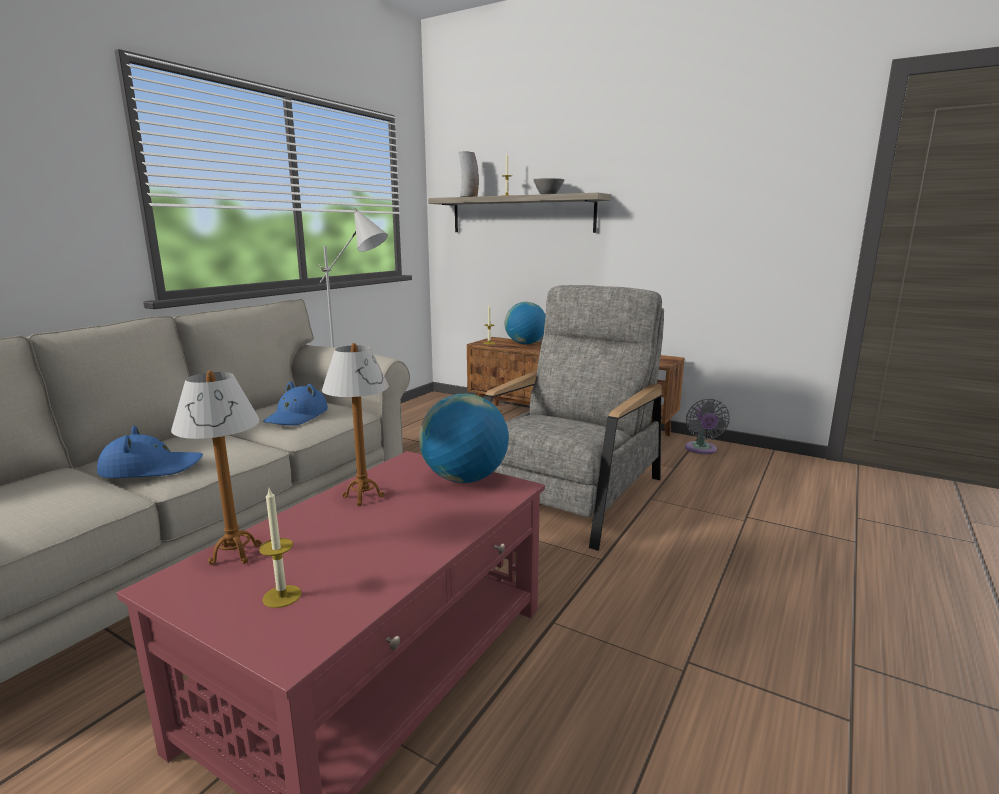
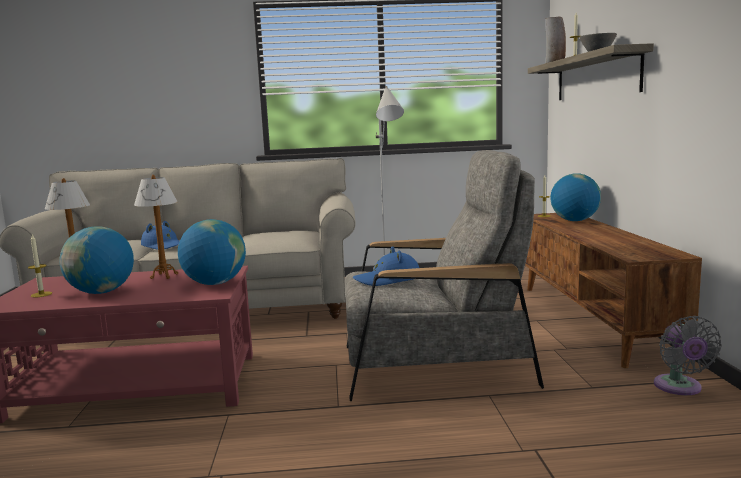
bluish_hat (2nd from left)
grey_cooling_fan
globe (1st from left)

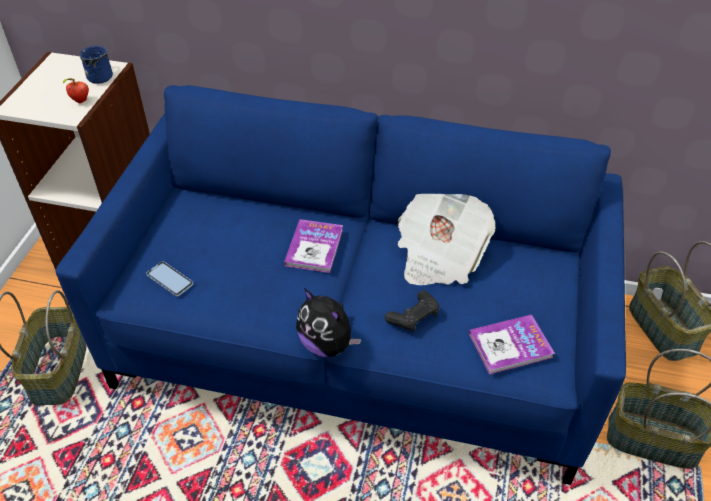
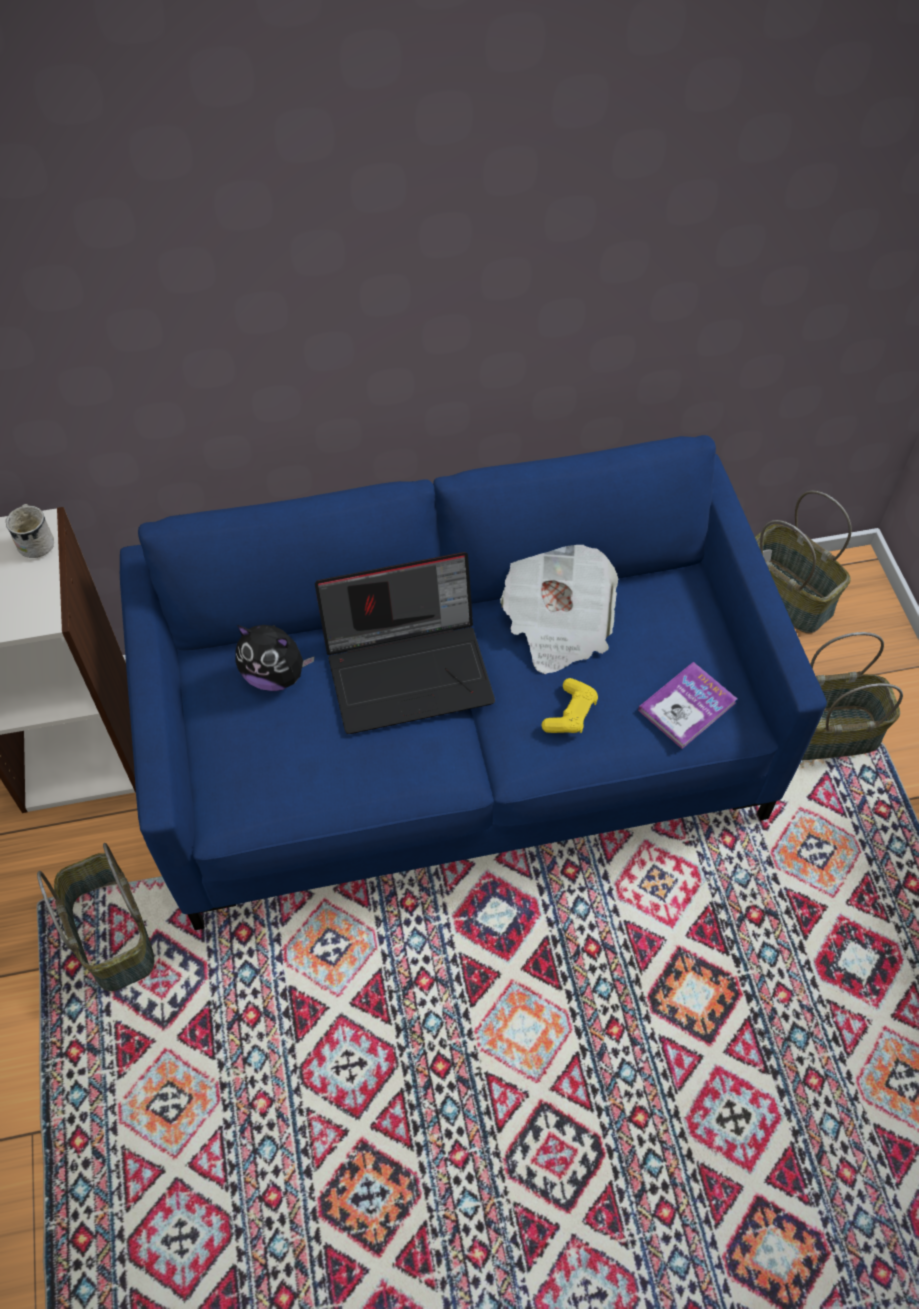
apple
white_mug
telephone
laptop
cuddly_toy
yellowish_game_controller

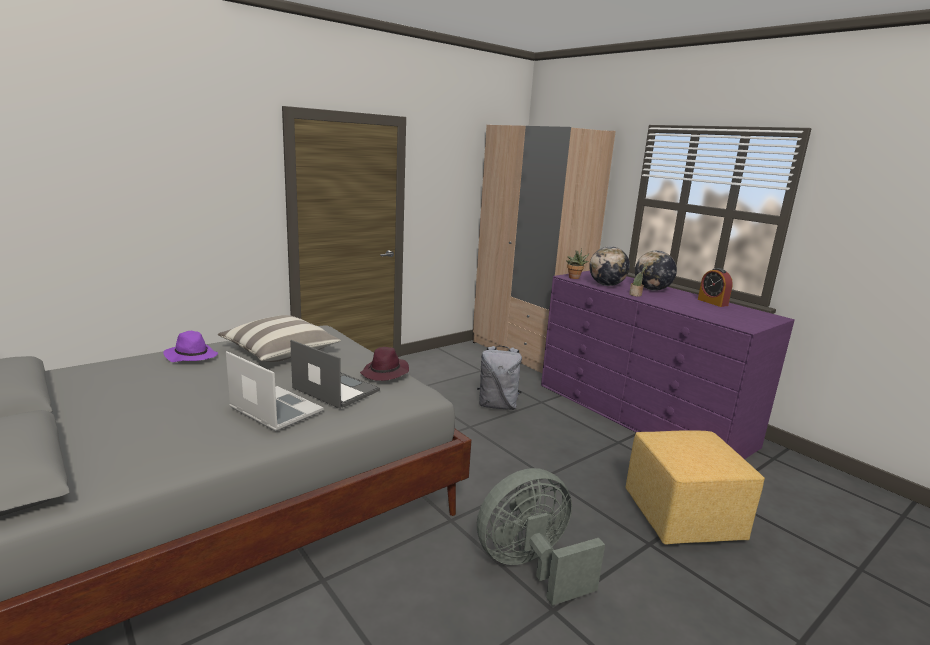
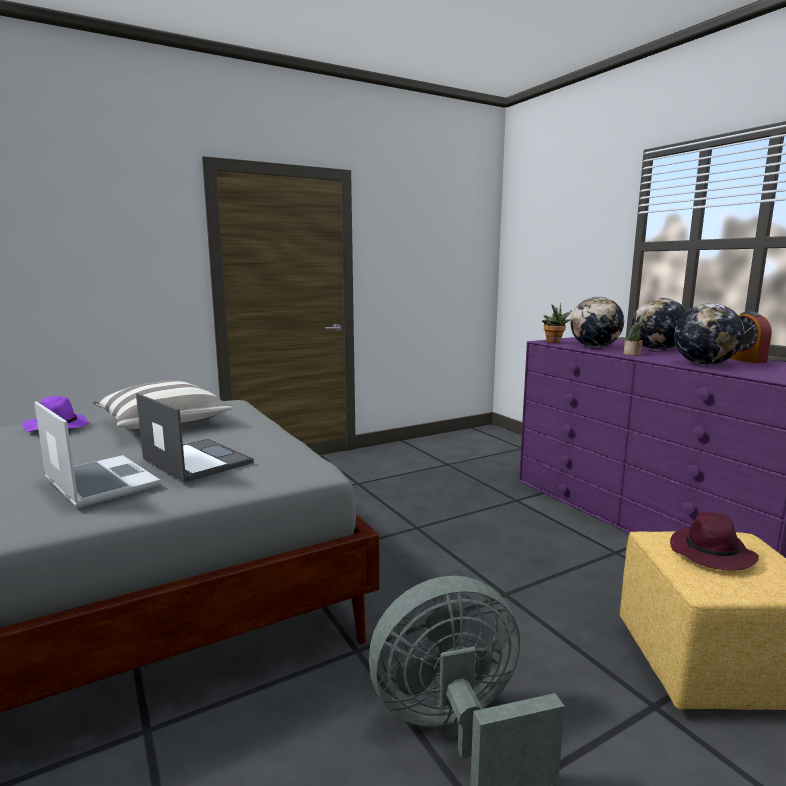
purple_hat (2nd from left)
sand-coloured_clothes_cupboard
grey_rucksack
globe (3rd from left)

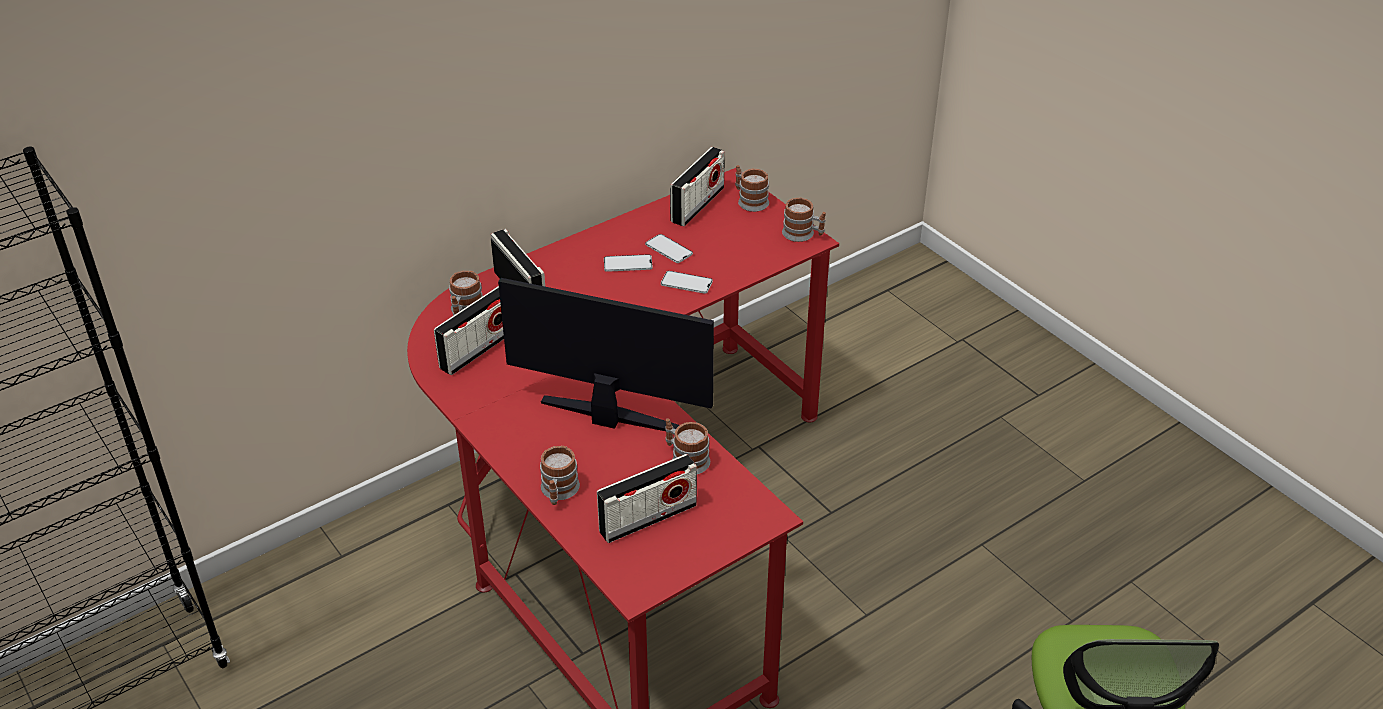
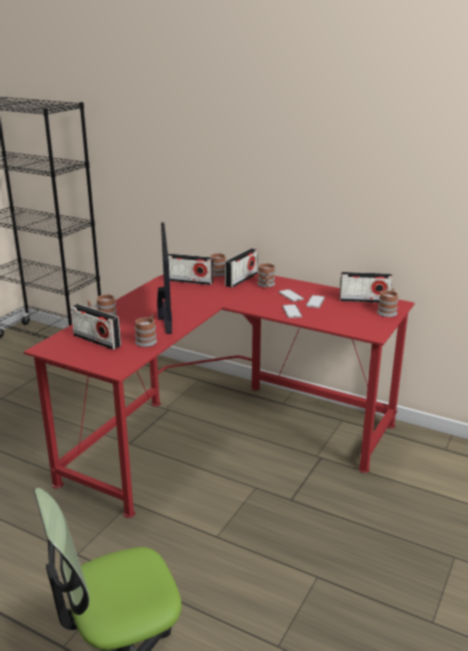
mug (4th from left)

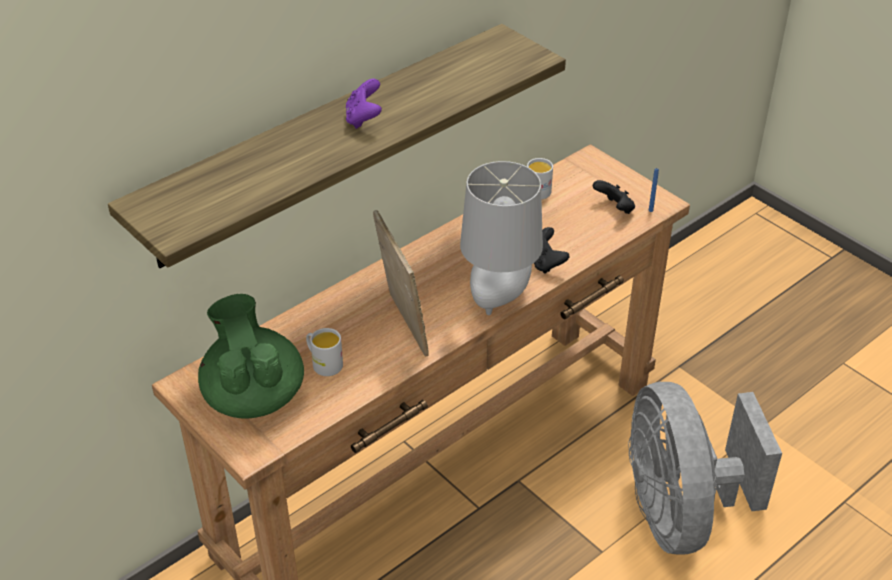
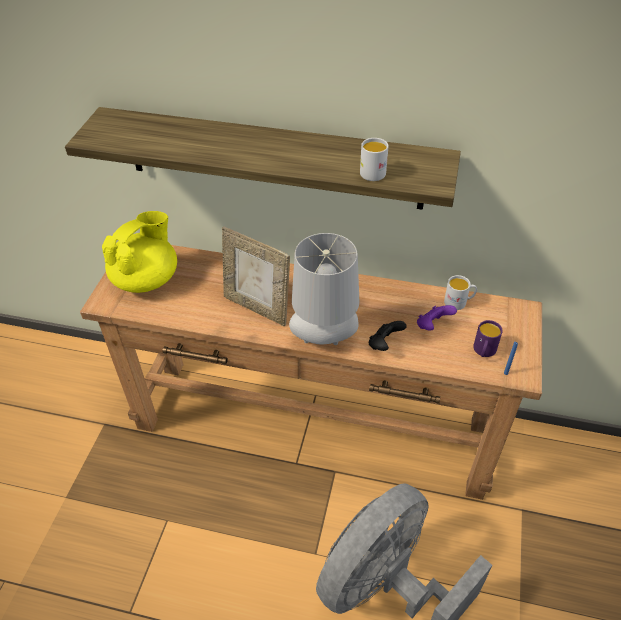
yellowish_teapot
white_mug (1st from left)
purple_game_controller
photo_frame
purple_mug

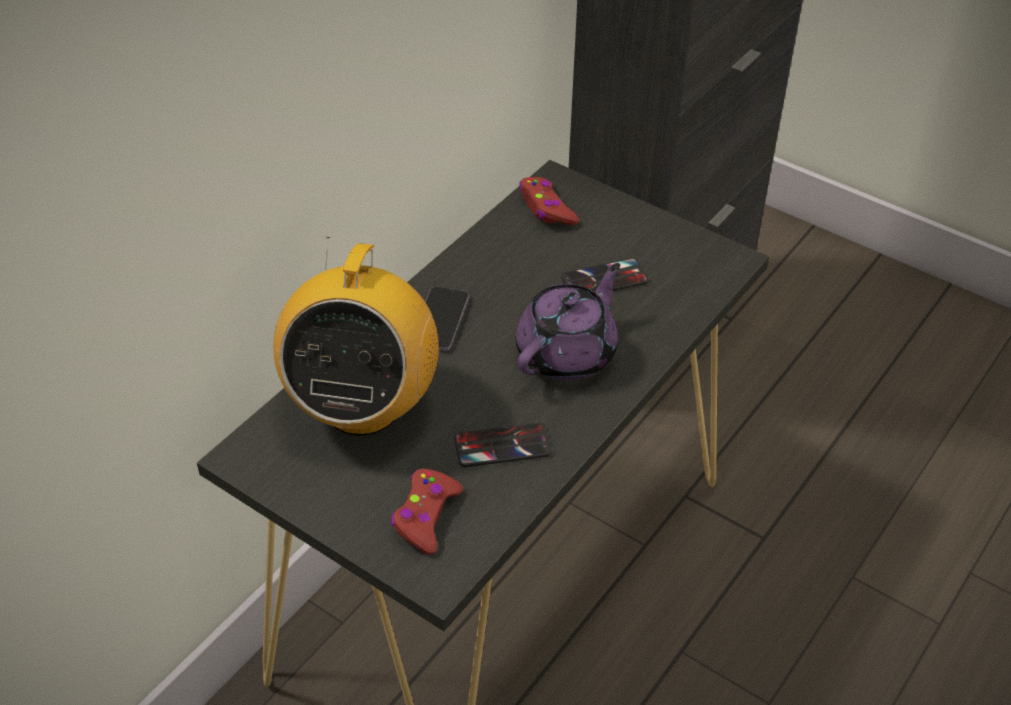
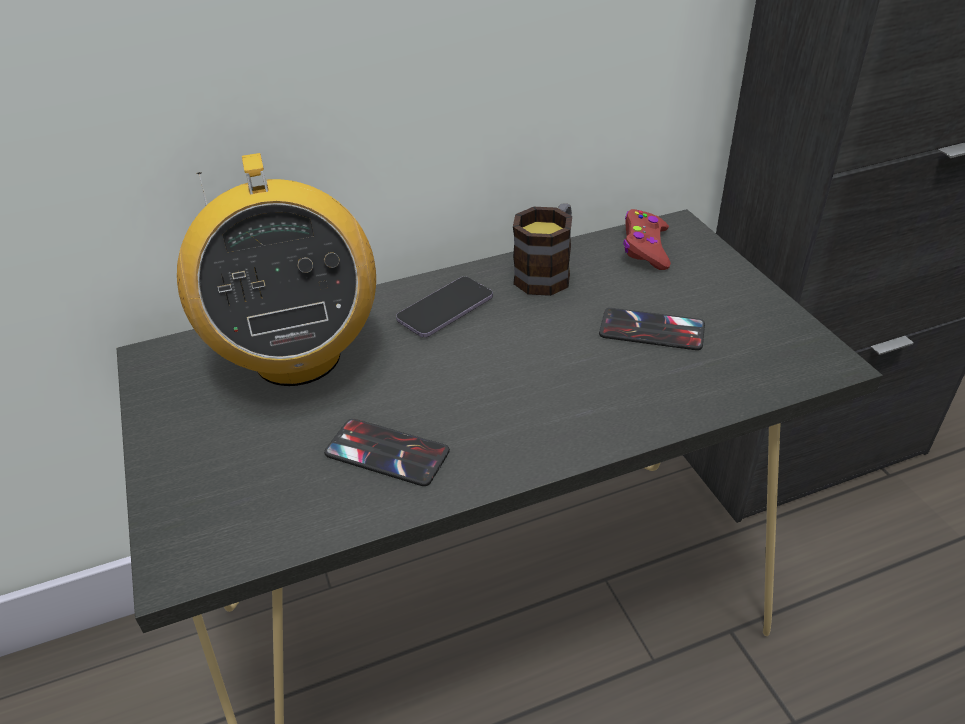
radio_receiver
red-coloured_game_controller (1st from left in the first image)
purple_teapot
mug

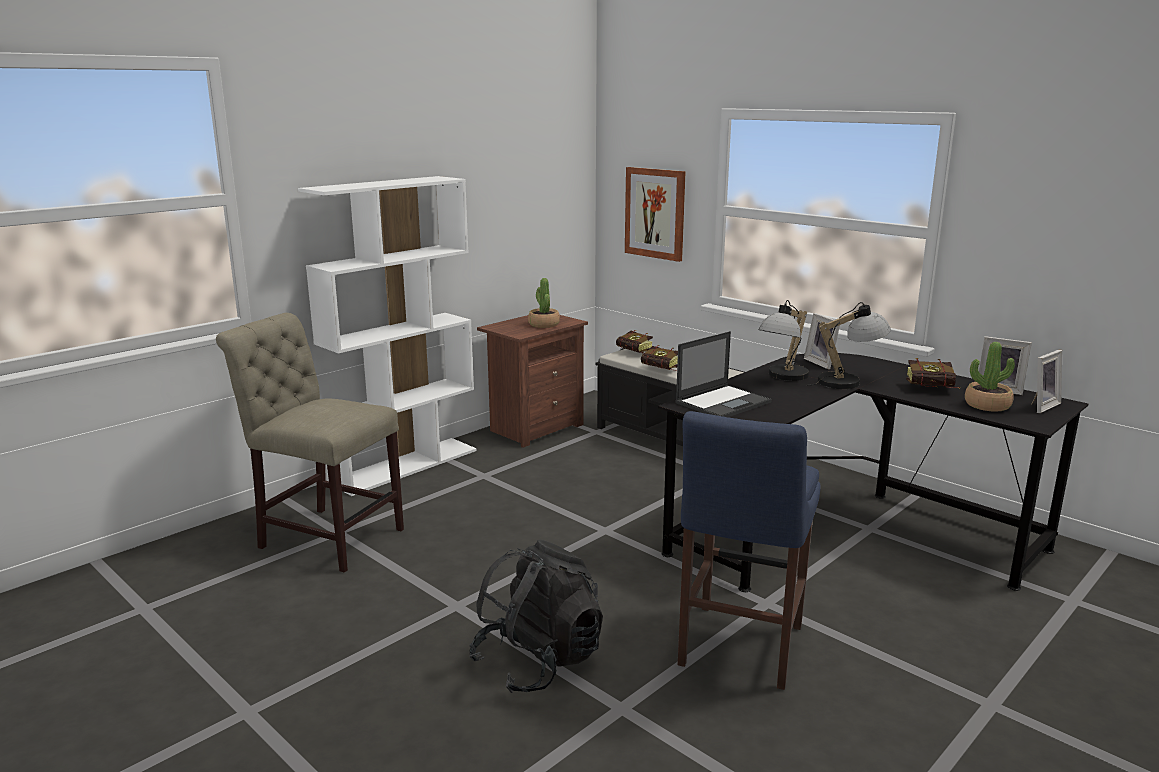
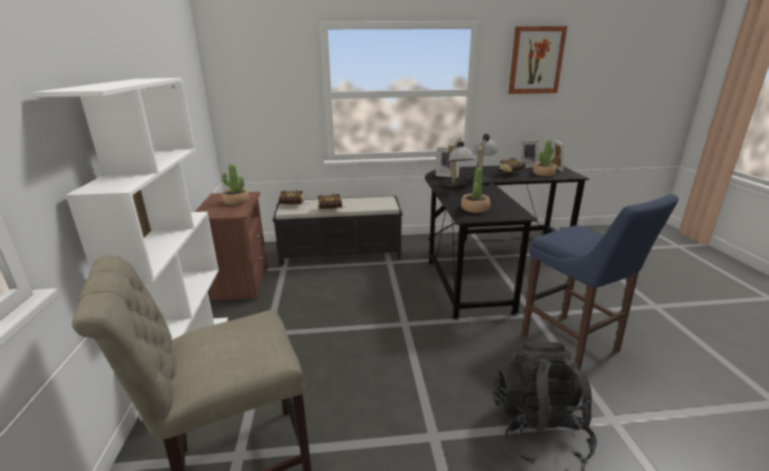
picture
houseplant (2nd from left)

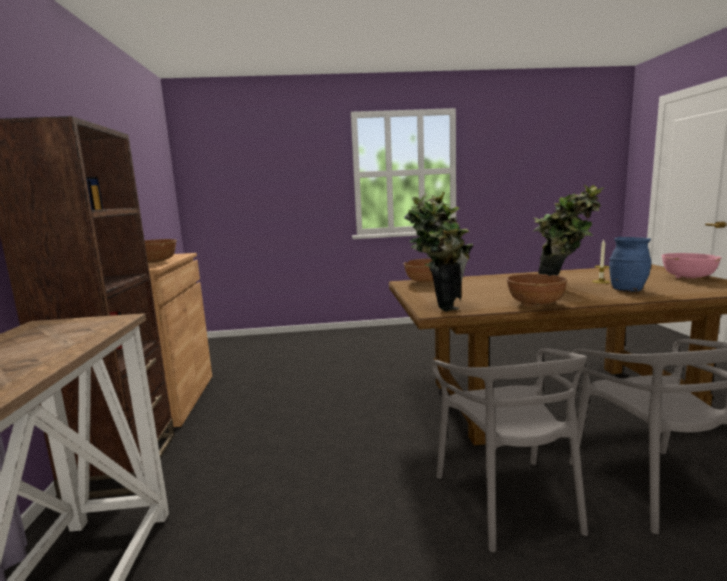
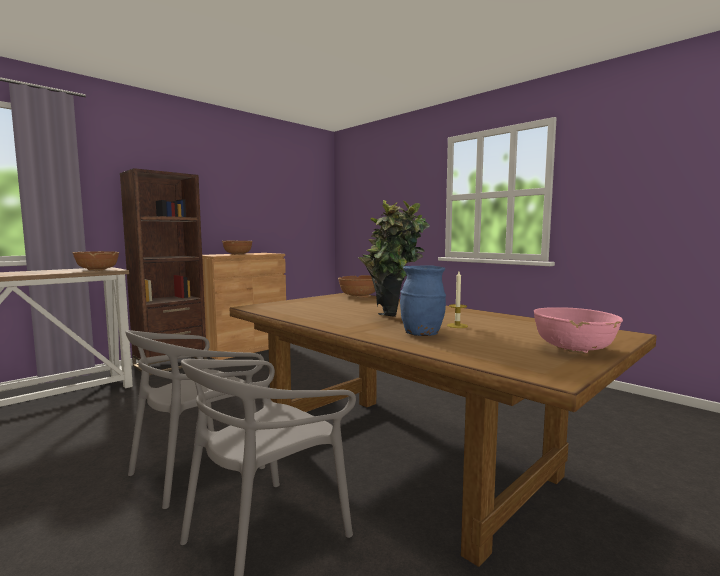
houseplant (1st from left in the first image)
brown_deep_dish (1st from left)

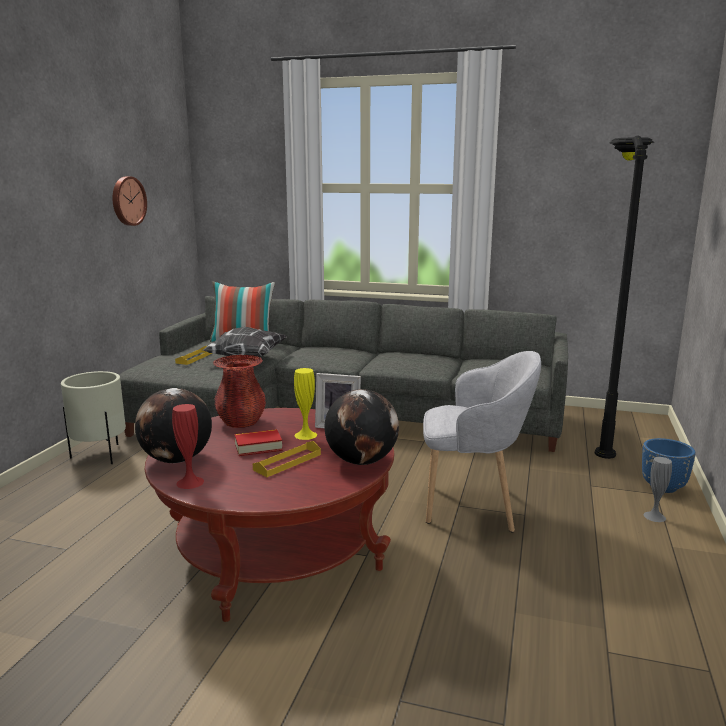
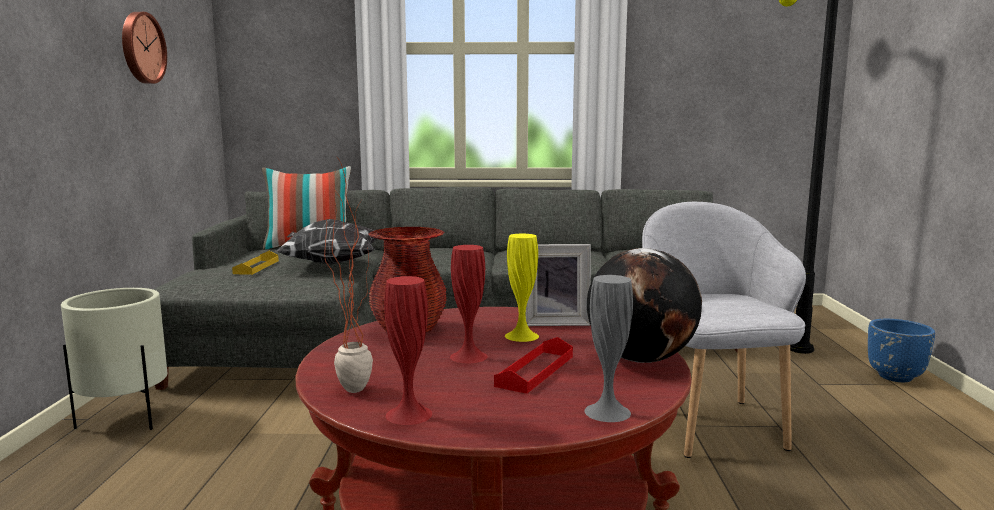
houseplant
red-coloured_flower_vase (3rd from left)
red-coloured_serving_tray
grey_armchair
grey_flower_vase

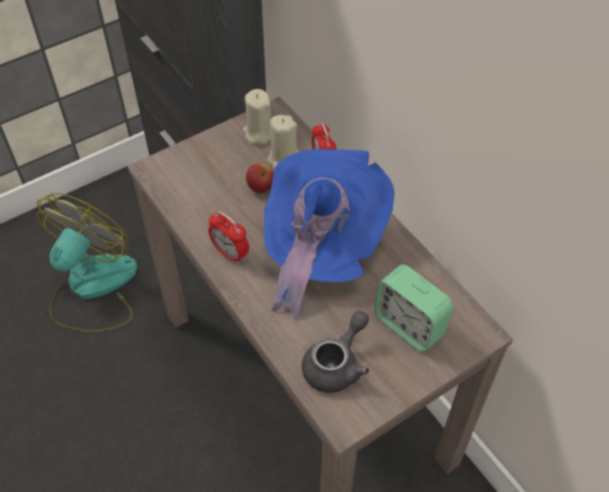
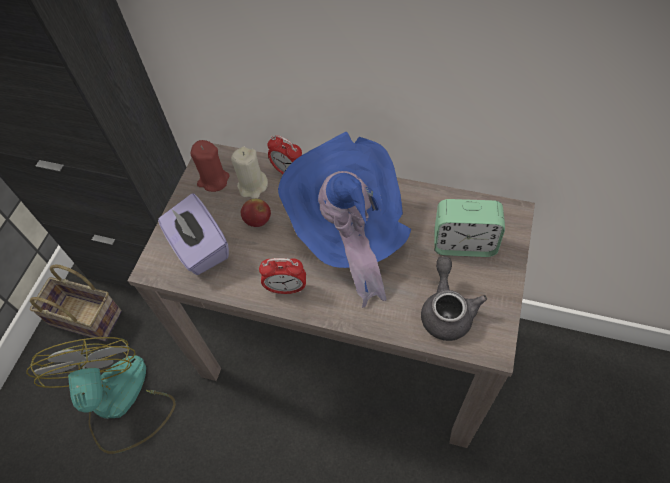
red-coloured_wax_candle
basket
purple_tissue_holder

